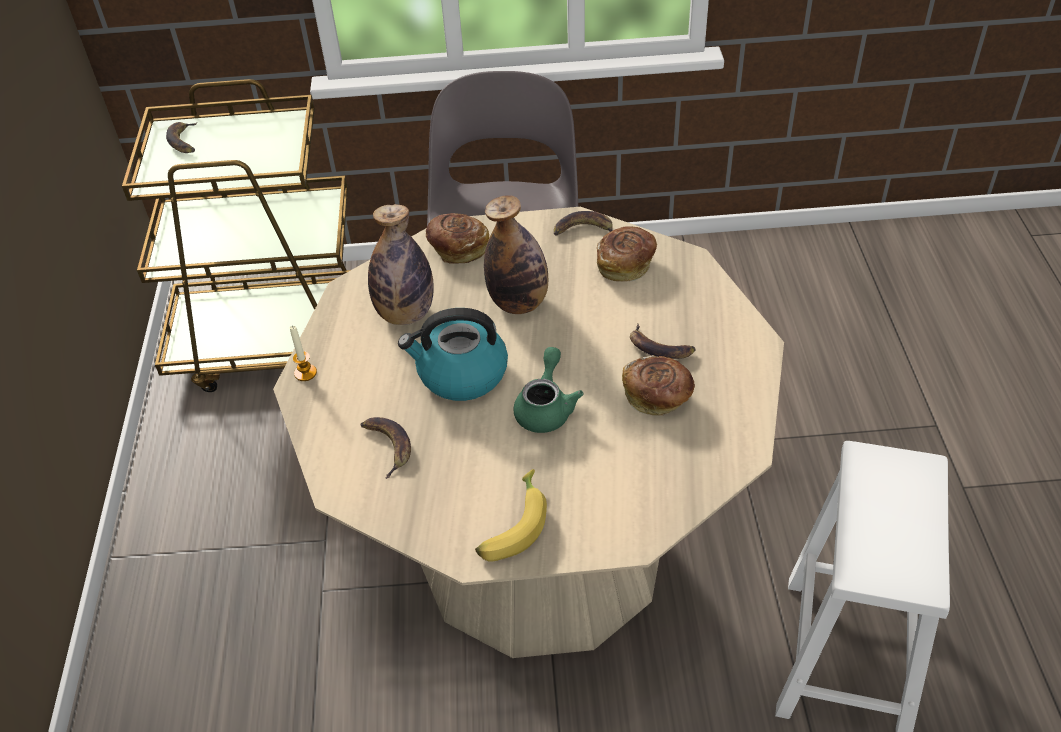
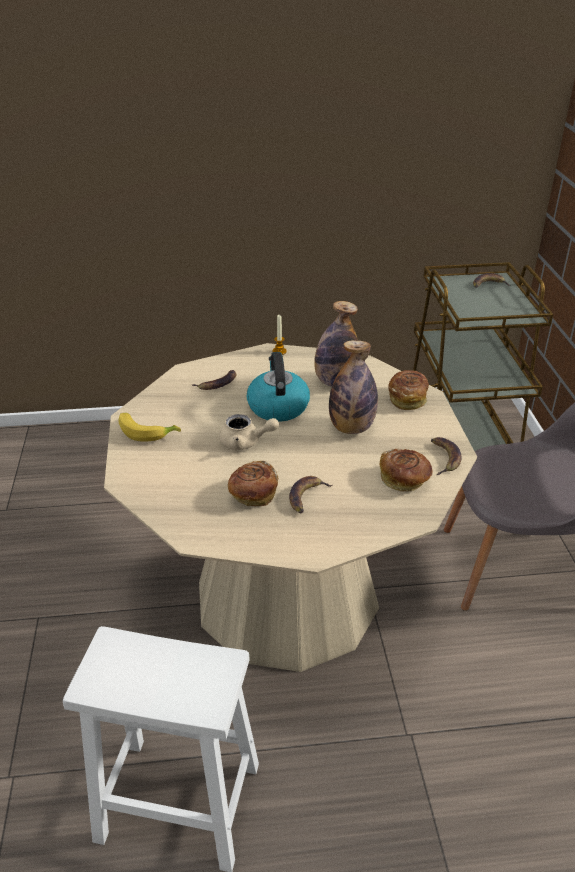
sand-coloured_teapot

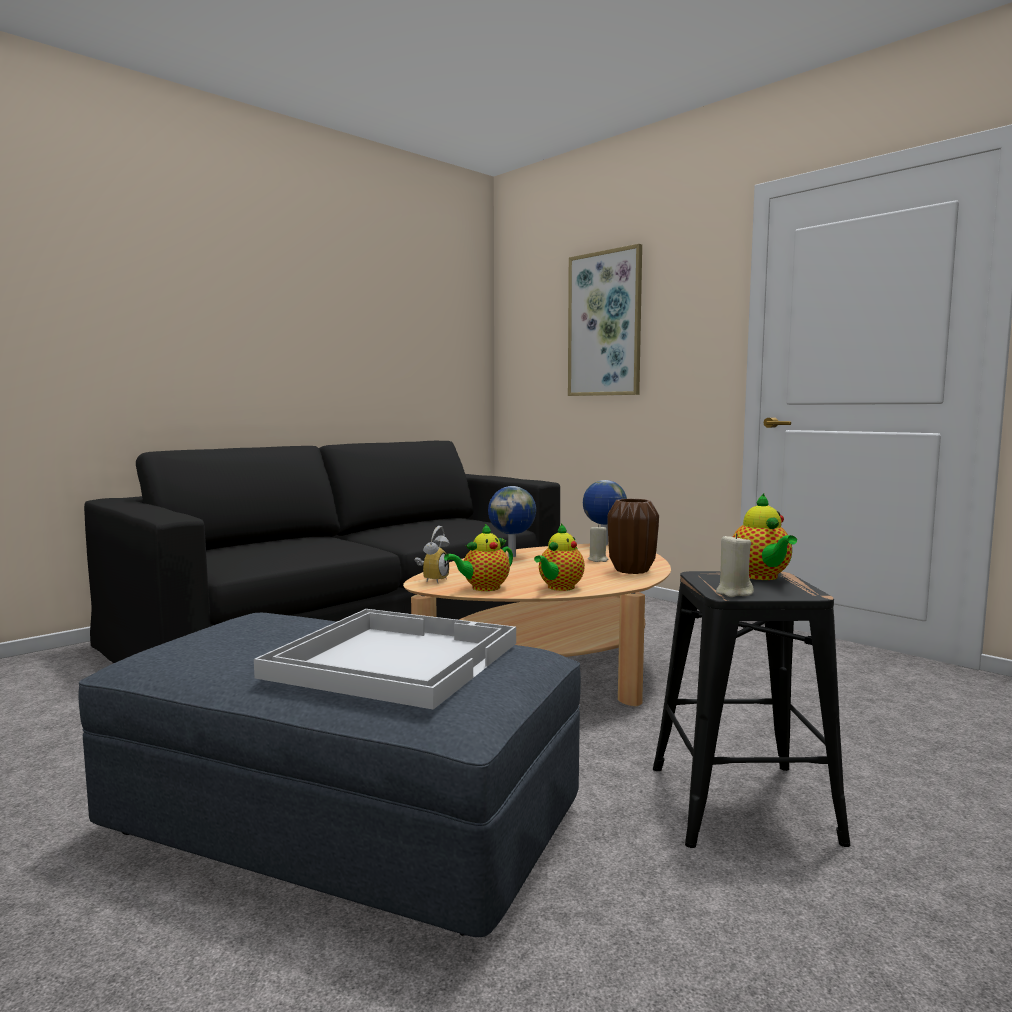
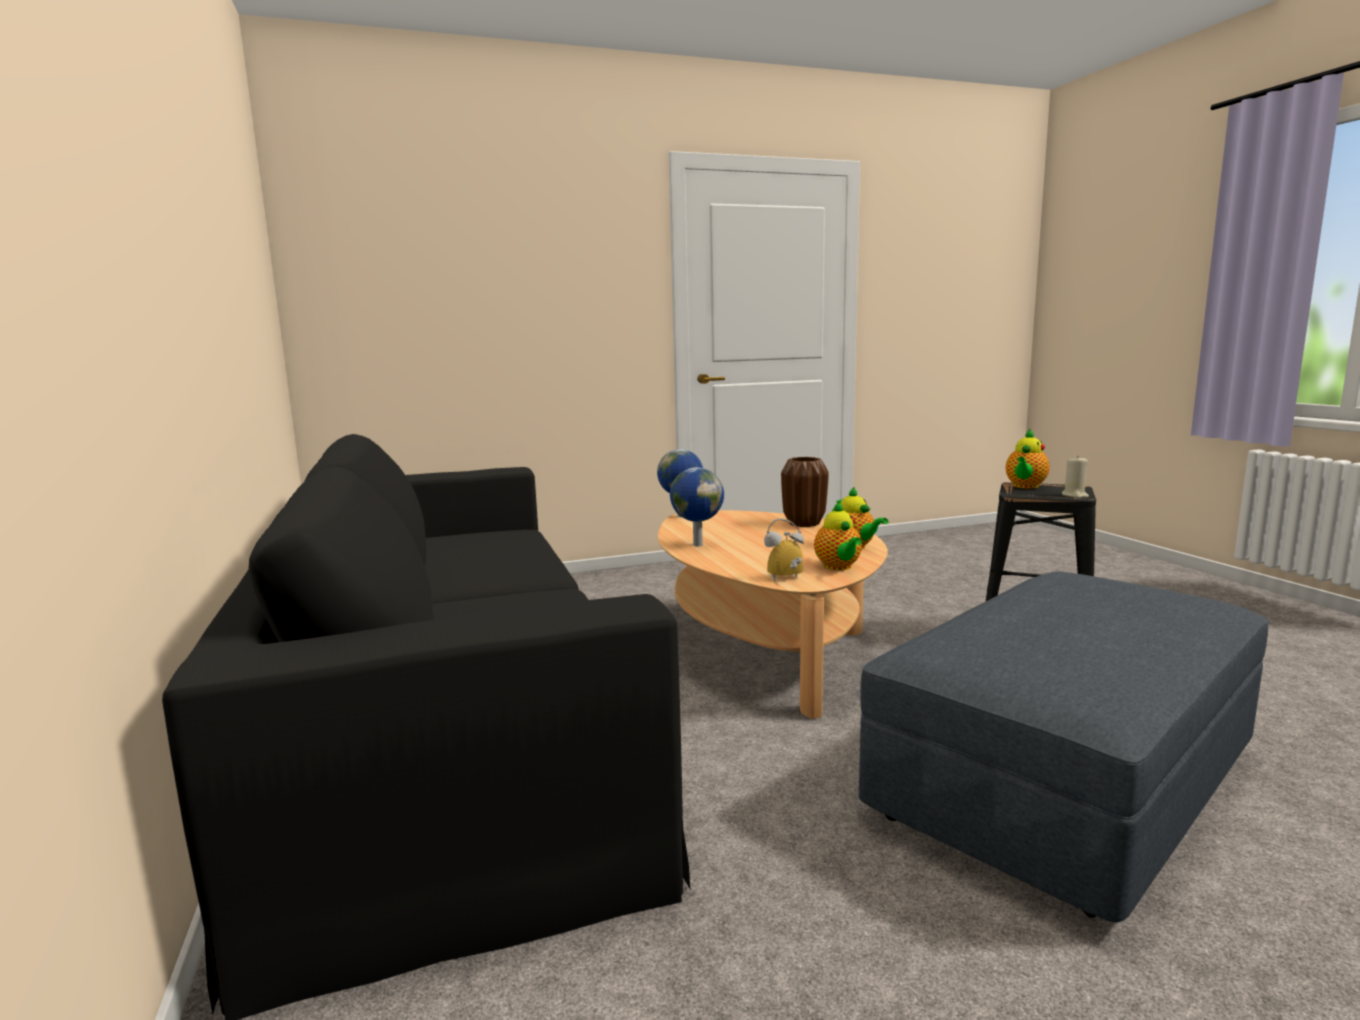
white_serving_tray
table_clock
picture
sand-coloured_wax_candle (1st from left in the first image)
teapot (3rd from left)

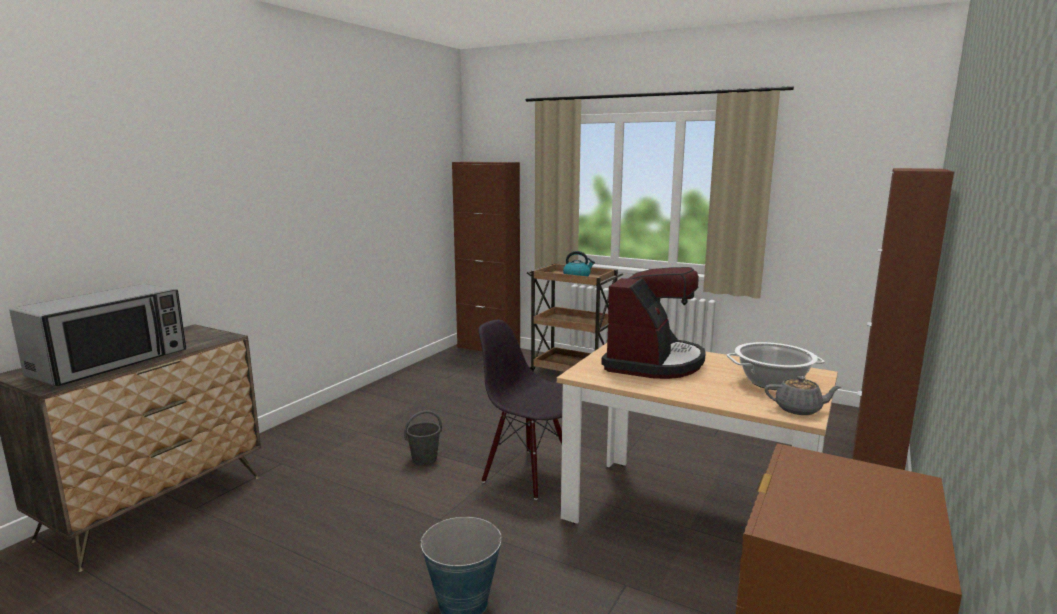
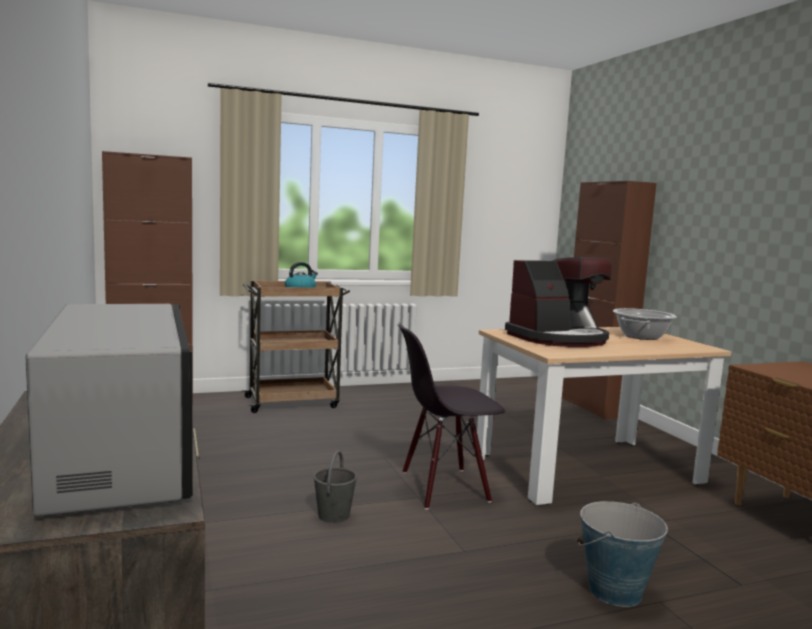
coffee_machine
grey_teapot

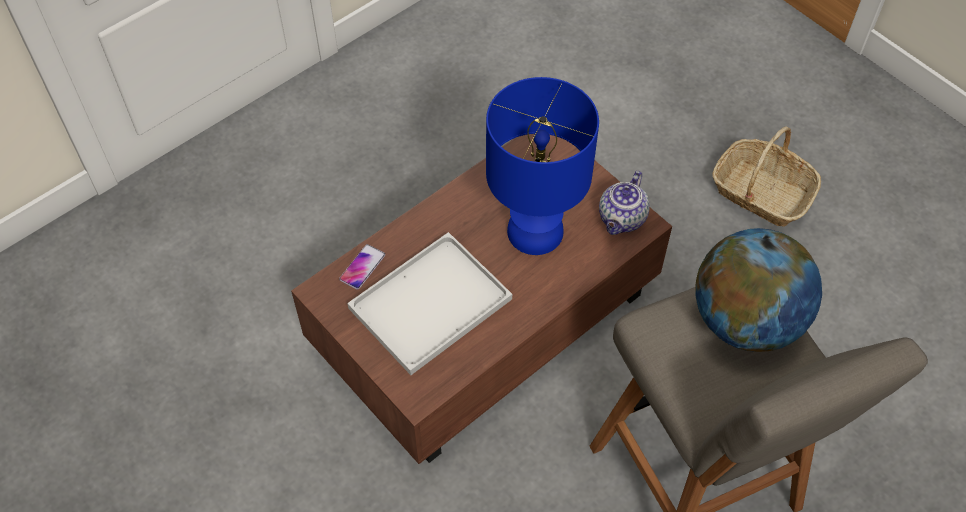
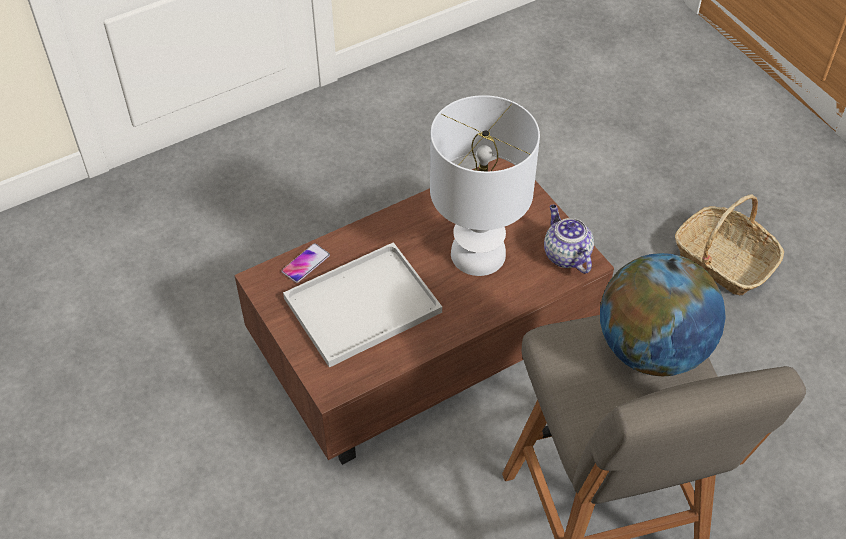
white_tabletop_lamp
teapot

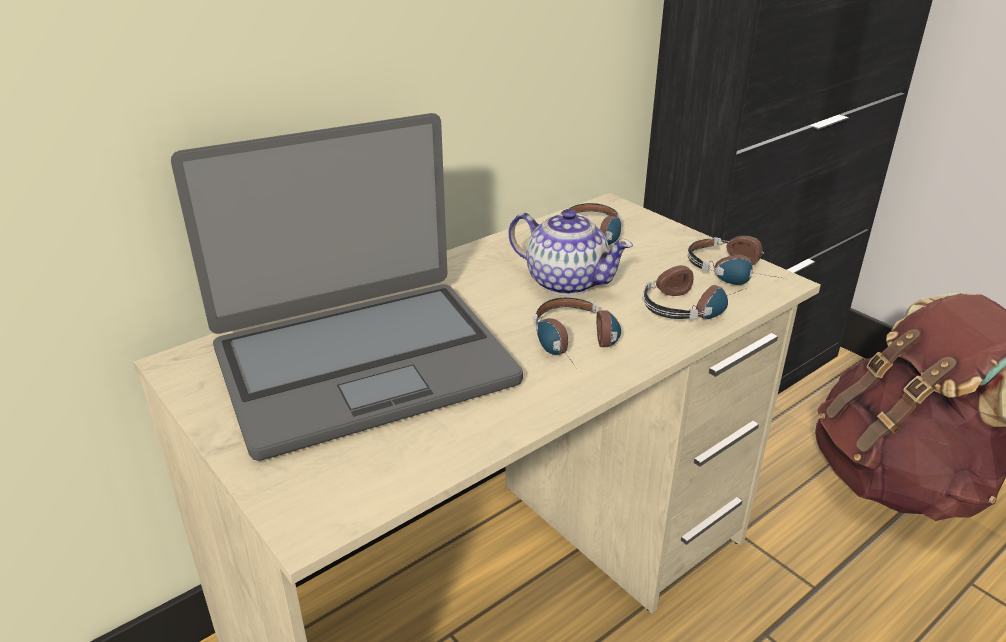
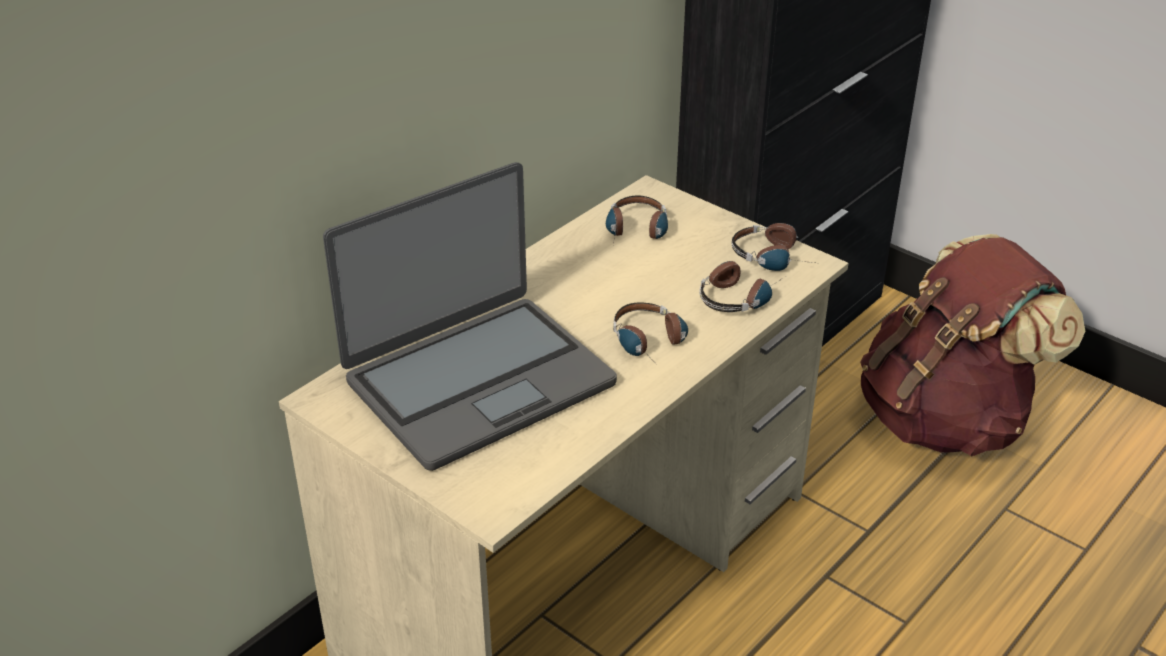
teapot

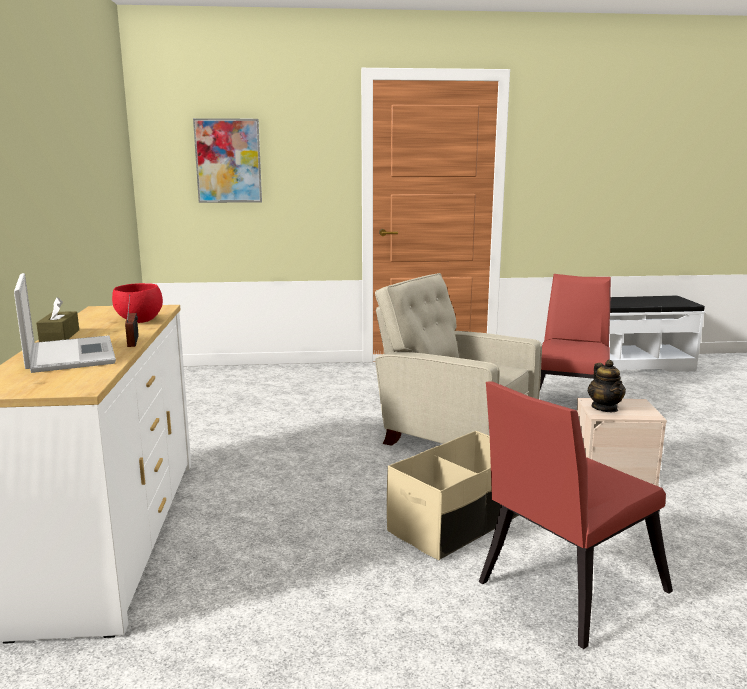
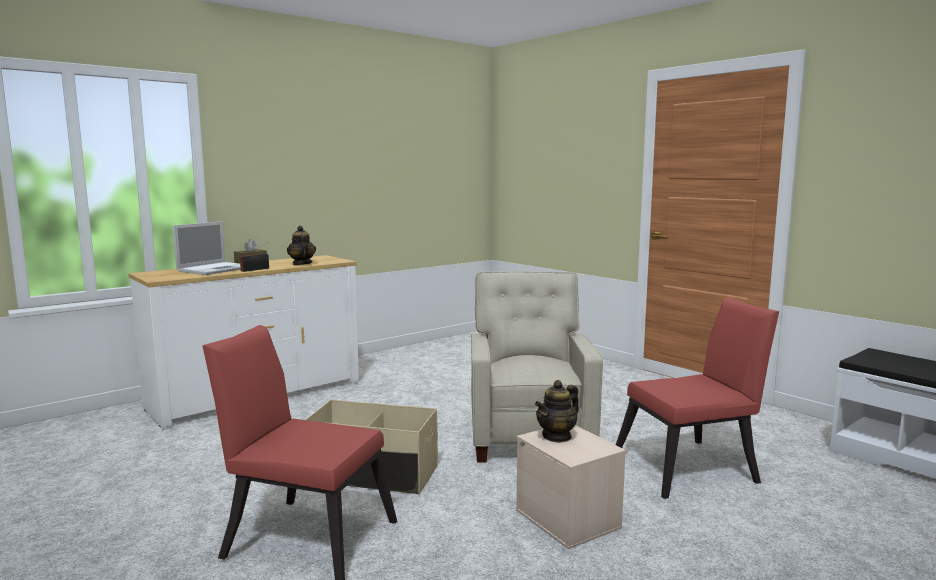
teapot (1st from left)
picture

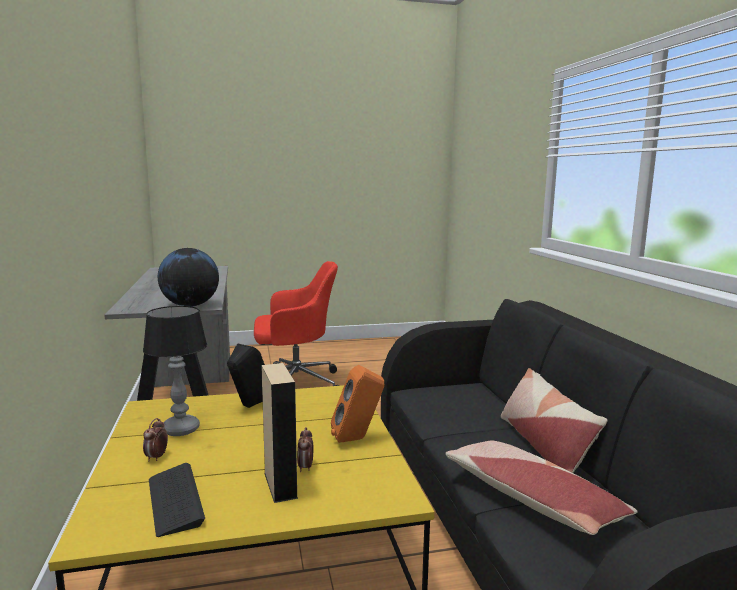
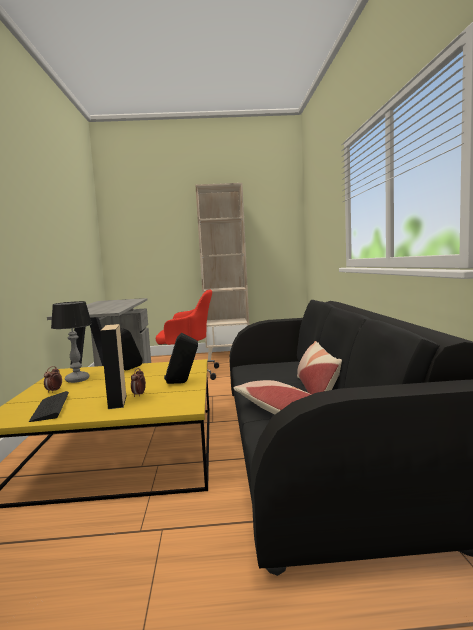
globe
black-coloured_speaker (2nd from left)
sand-coloured_shelving_unit

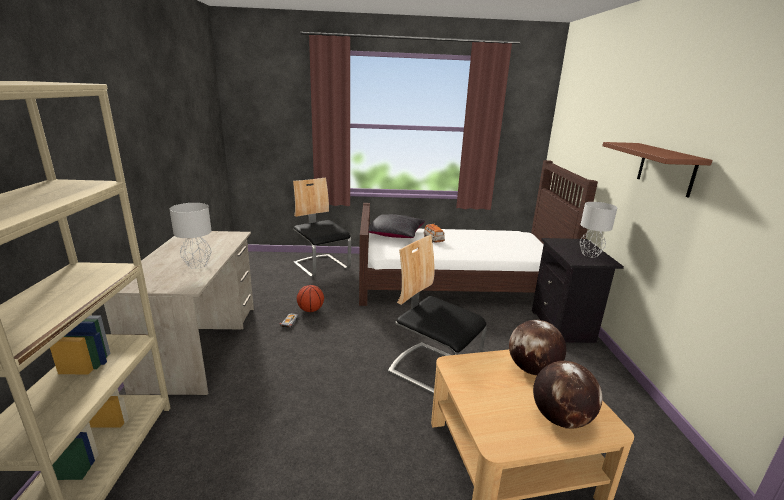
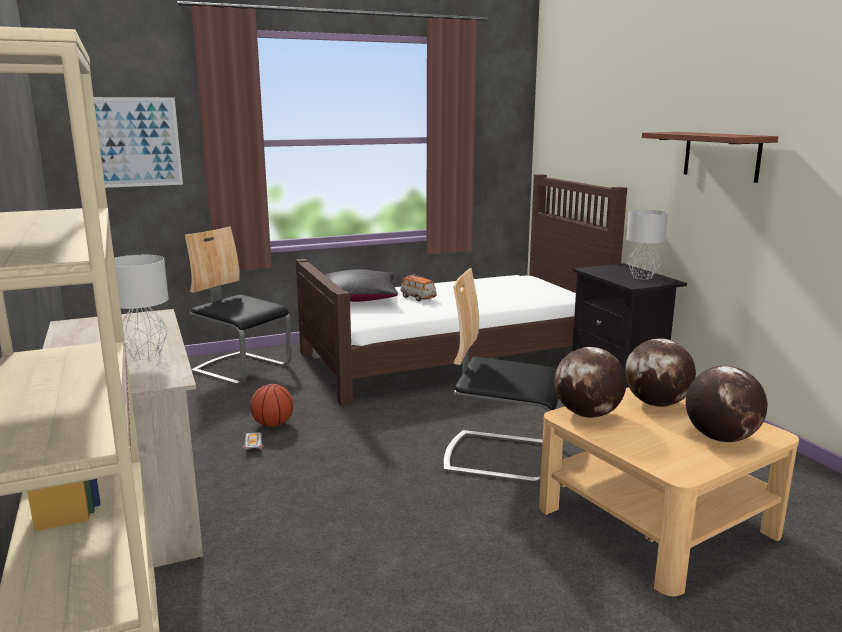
picture
globe (1st from left)

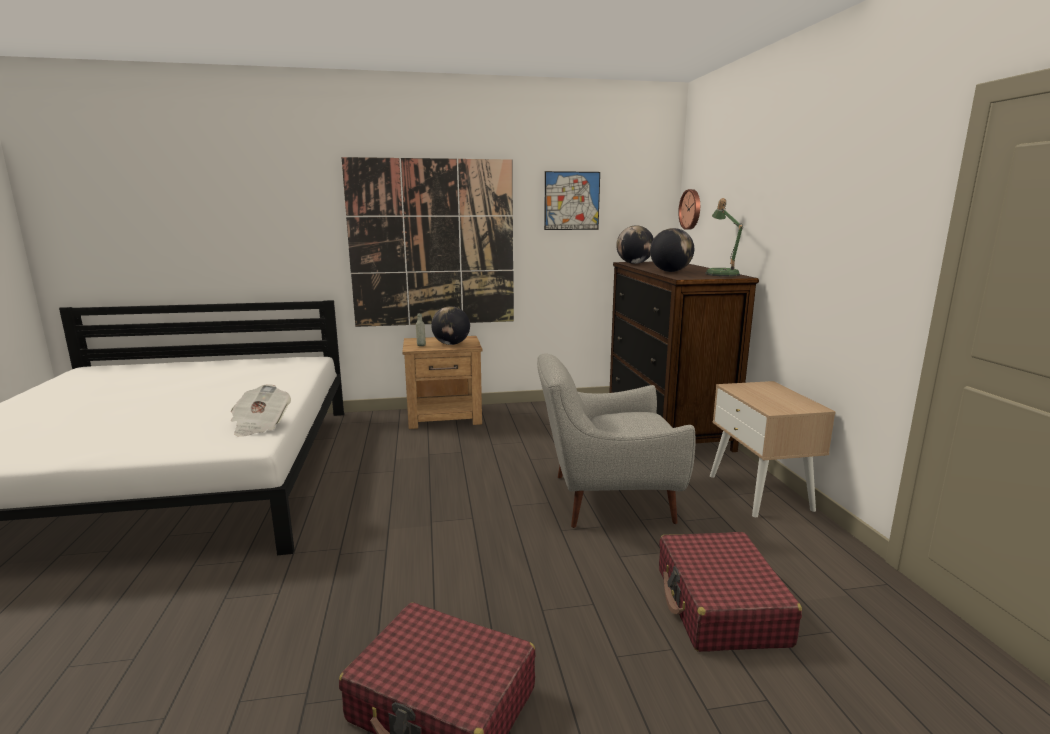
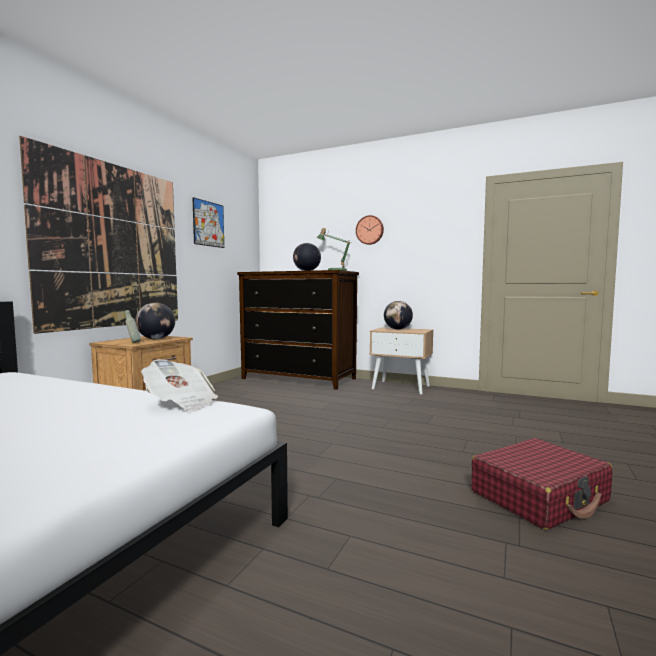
grey_armchair
globe (3rd from left)
red-coloured_travel_case (2nd from left in the first image)
hanging_clock

